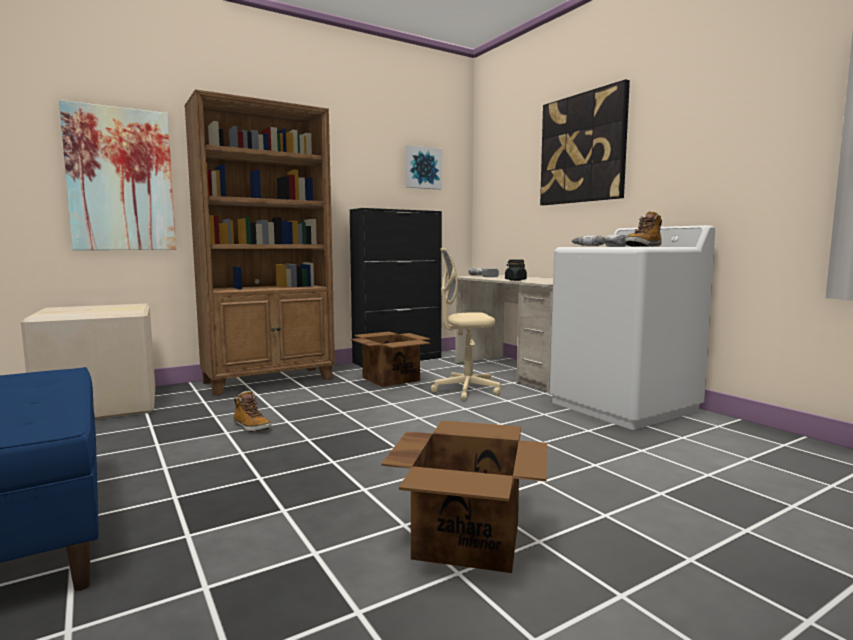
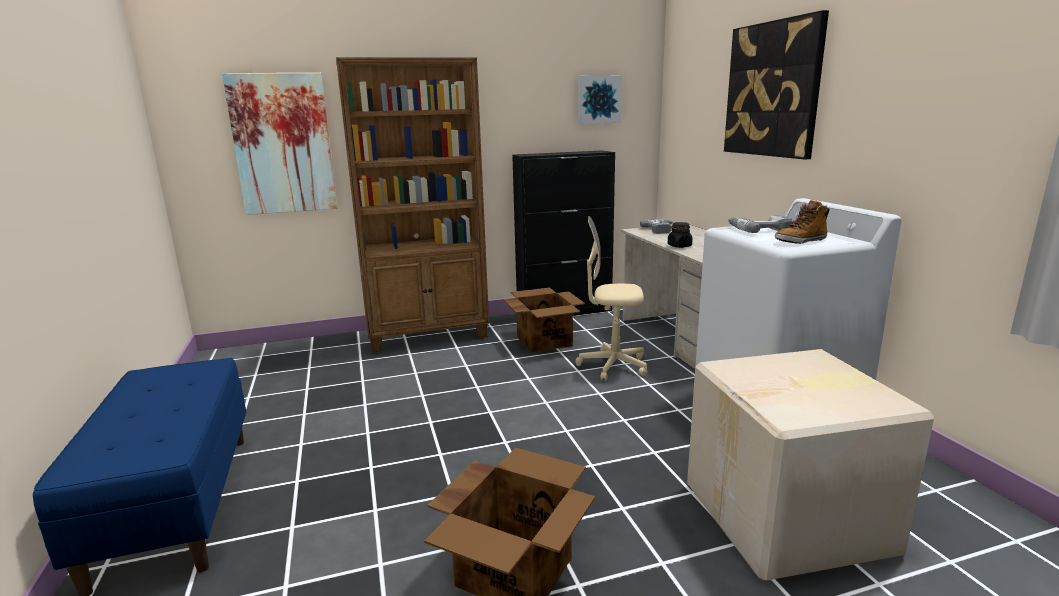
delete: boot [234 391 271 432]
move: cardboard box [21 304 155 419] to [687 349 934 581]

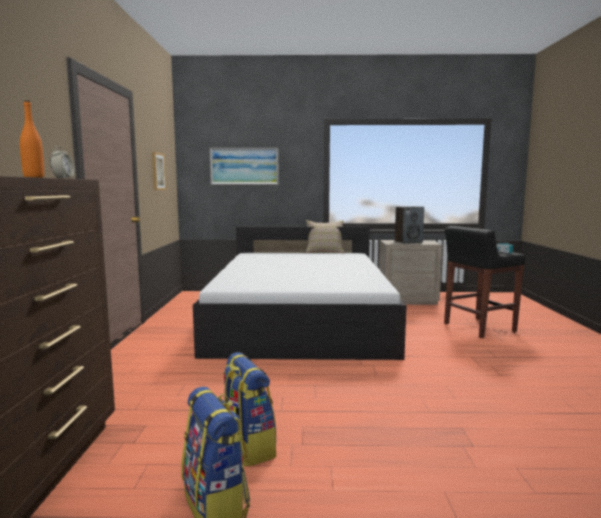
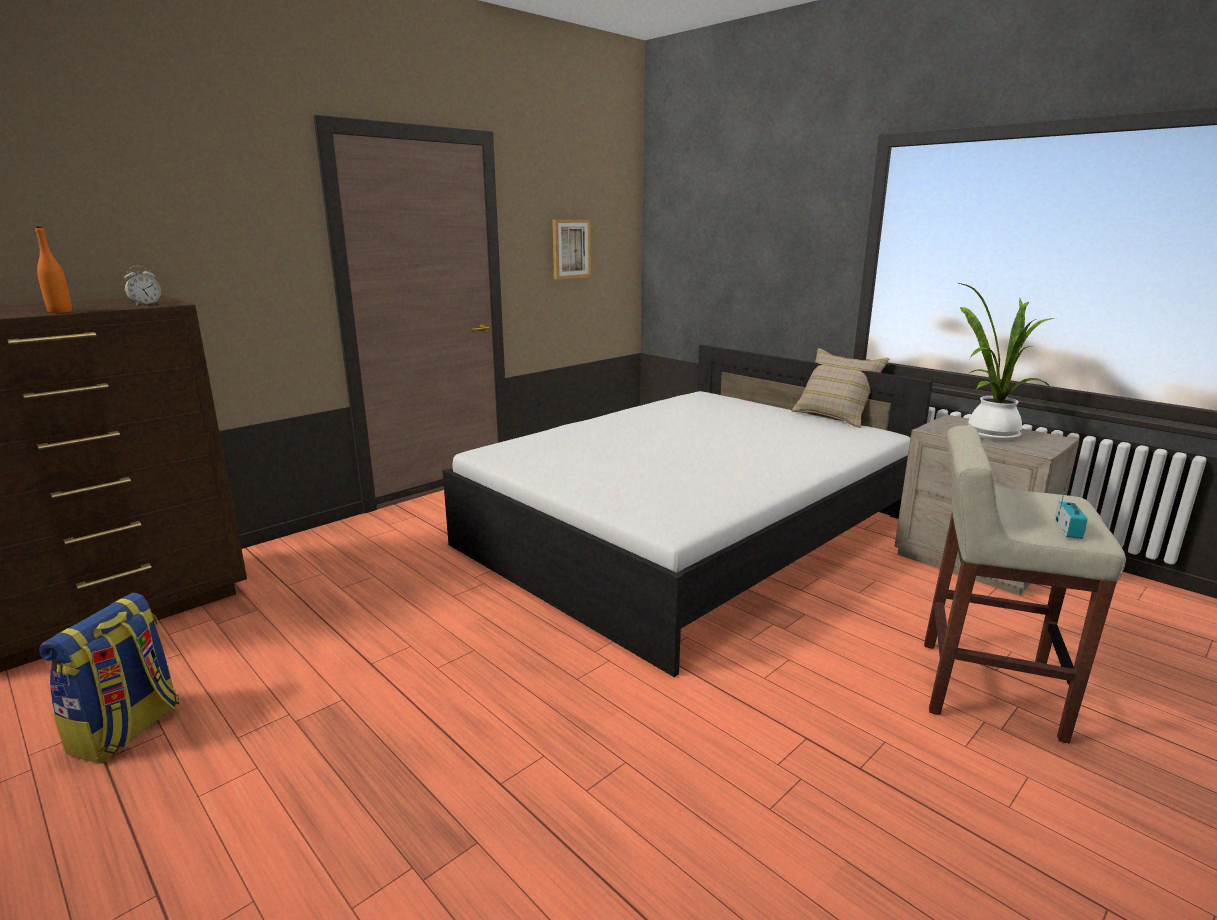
delete: picture [209 148 279 185]; backpack [223 352 276 467]
replace: speaker [395 206 424 244] to potted plant [959 283 1054 441]
recolor: stool/black [444 226 526 338] to stool/beige [924 426 1126 743]

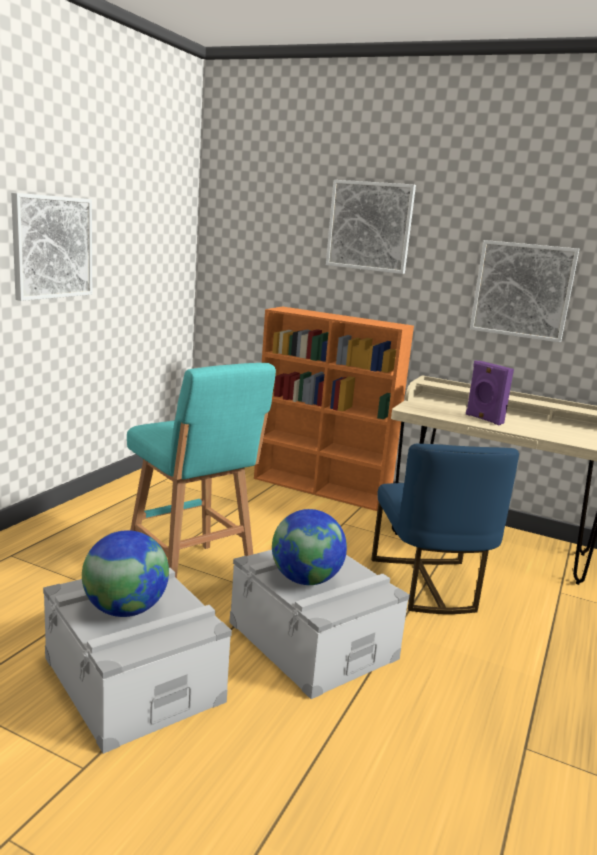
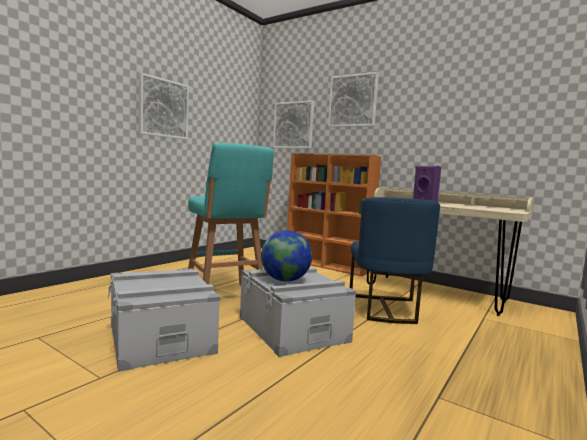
delete: globe [82 530 169 617]
move: picture [470 240 579 342] to [273 100 314 149]

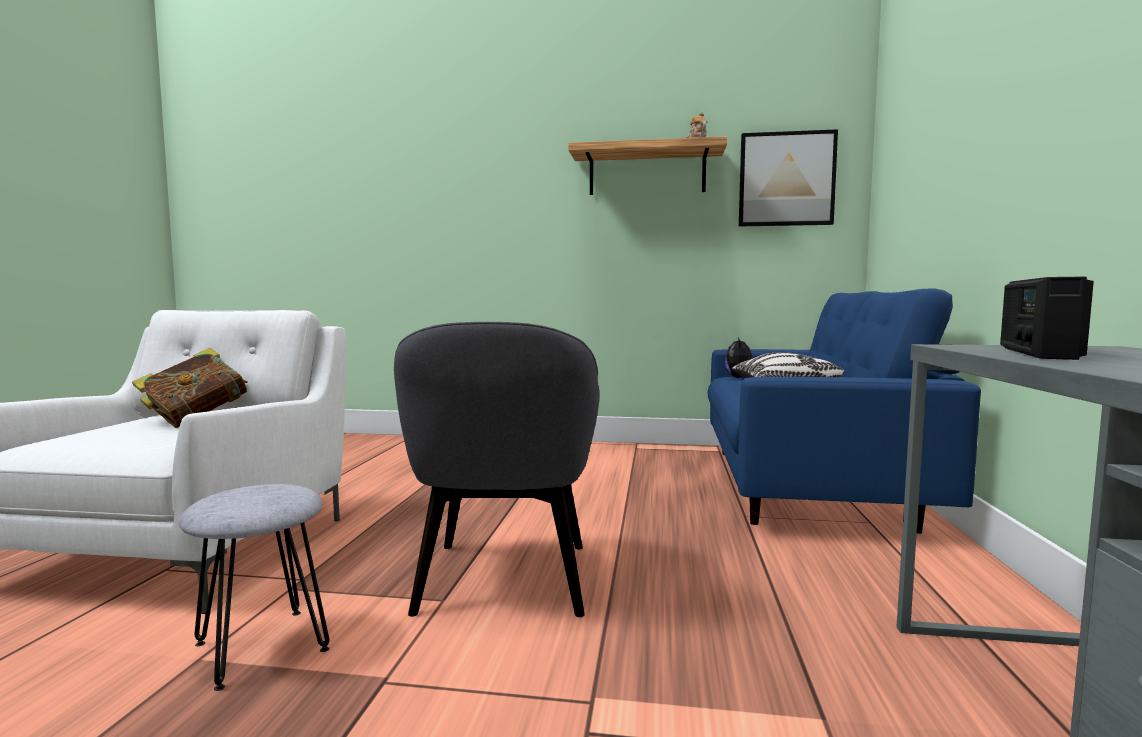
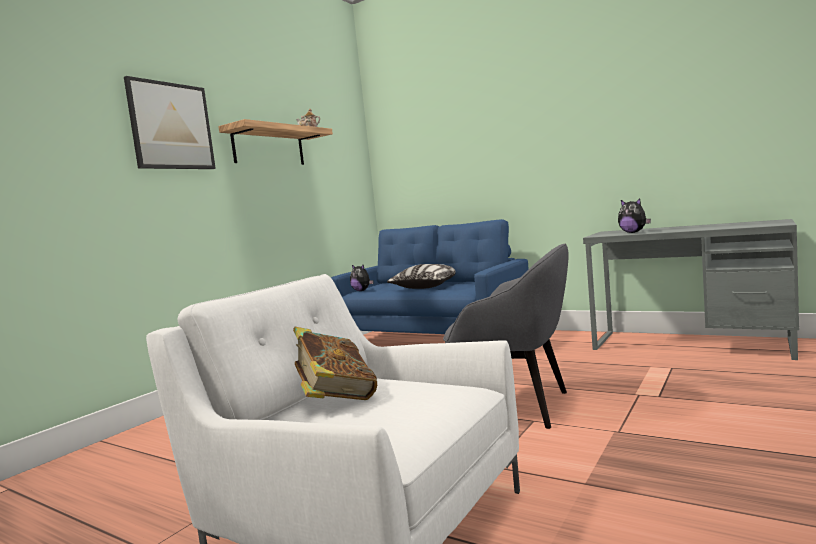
delete: stool/grey [179 484 329 691]
move: picture [739 129 838 227] to [124 76 216 169]
replace: radio [1000 276 1094 360] to plush toy [618 198 651 233]

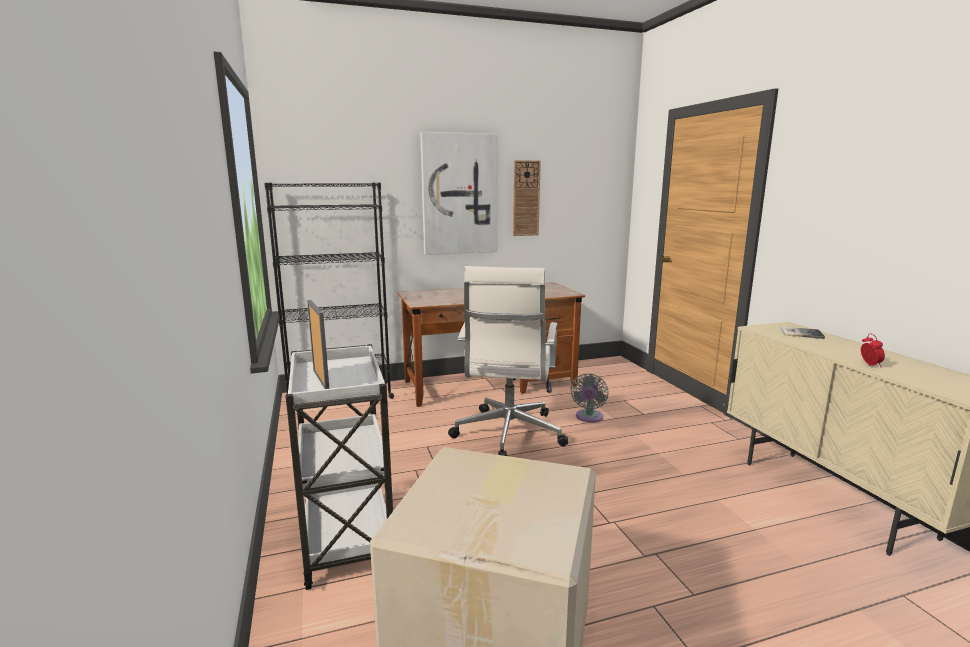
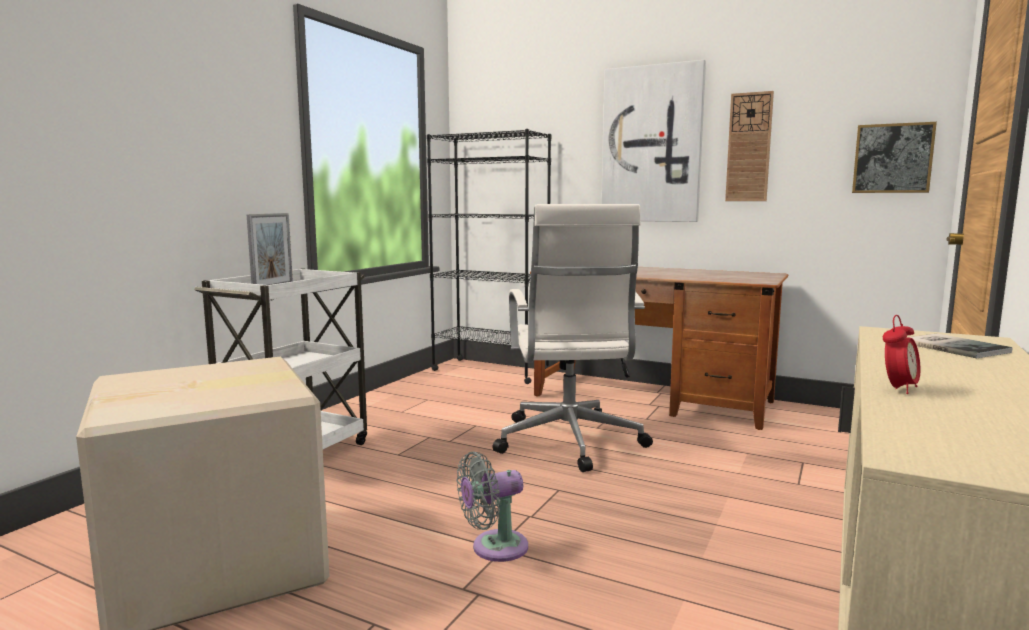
insert: picture [852 122 937 193]
move: fan/grey [571 374 608 423] to [457 451 528 562]
rotate: office chair/white [448 266 568 456] = [493 204 653 472] 60 degrees counterclockwise

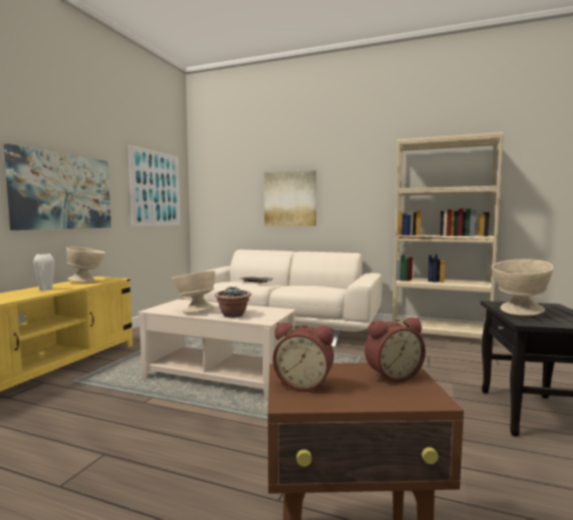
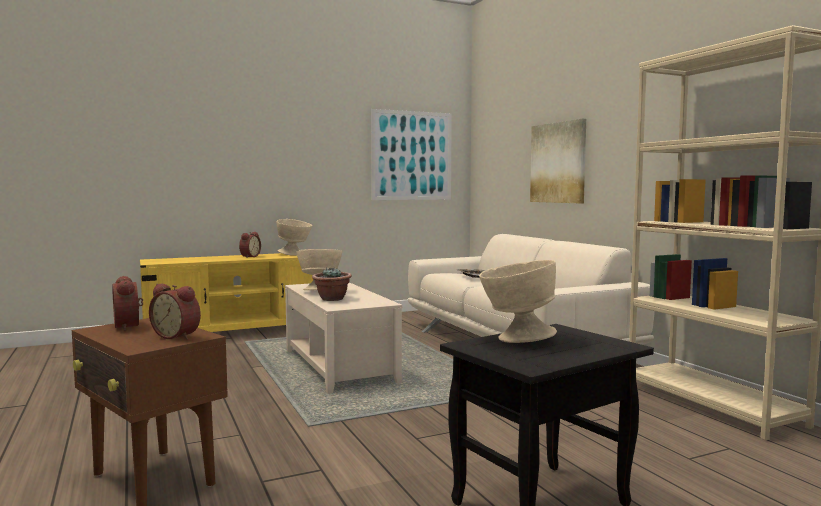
delete: picture [4 144 111 230]
replace: vase/white [33 254 55 291] to alarm clock [239 232 261 258]

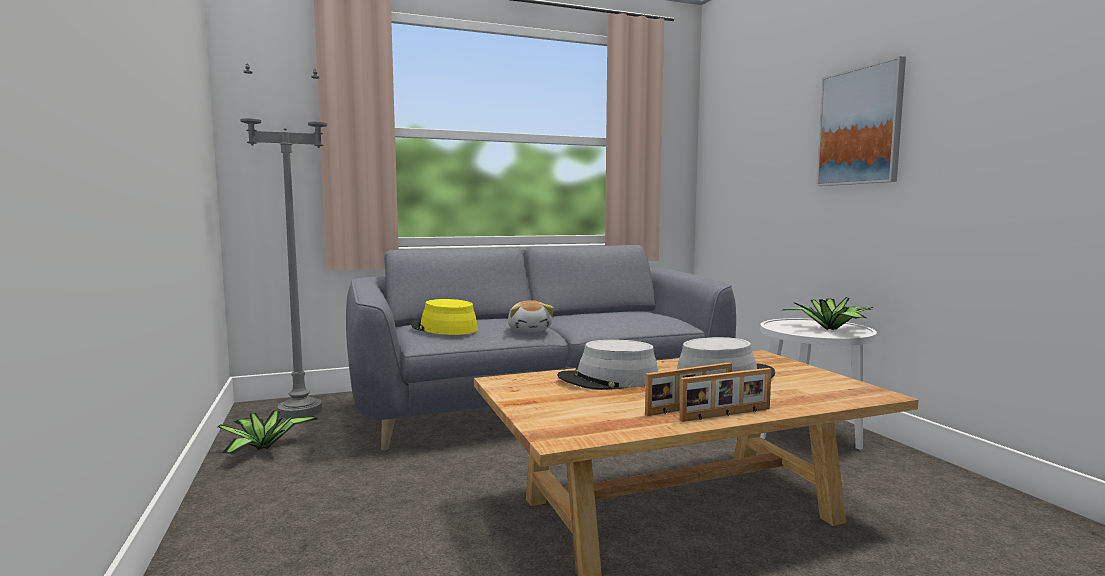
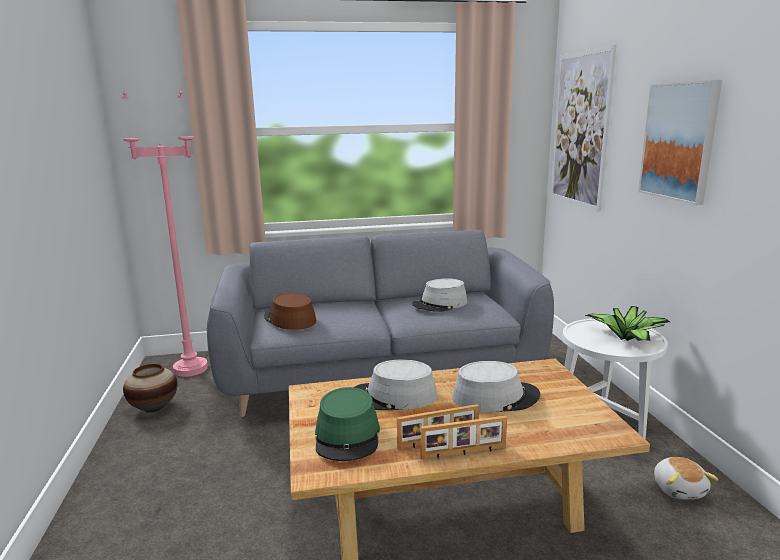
insert: picture [551 45 617 212]; hat/grey [412 278 467 312]; hat/green [315 387 380 461]
move: plush toy [508 300 554 332] to [654 457 718 499]
replace: potted plant [218 410 318 455] to vase [123 364 178 412]
recolor: floor lamp/grey [240 64 327 418] to floor lamp/pink [122 89 208 377]; hat/yellow [411 299 478 335] to hat/brown [264 293 316 330]

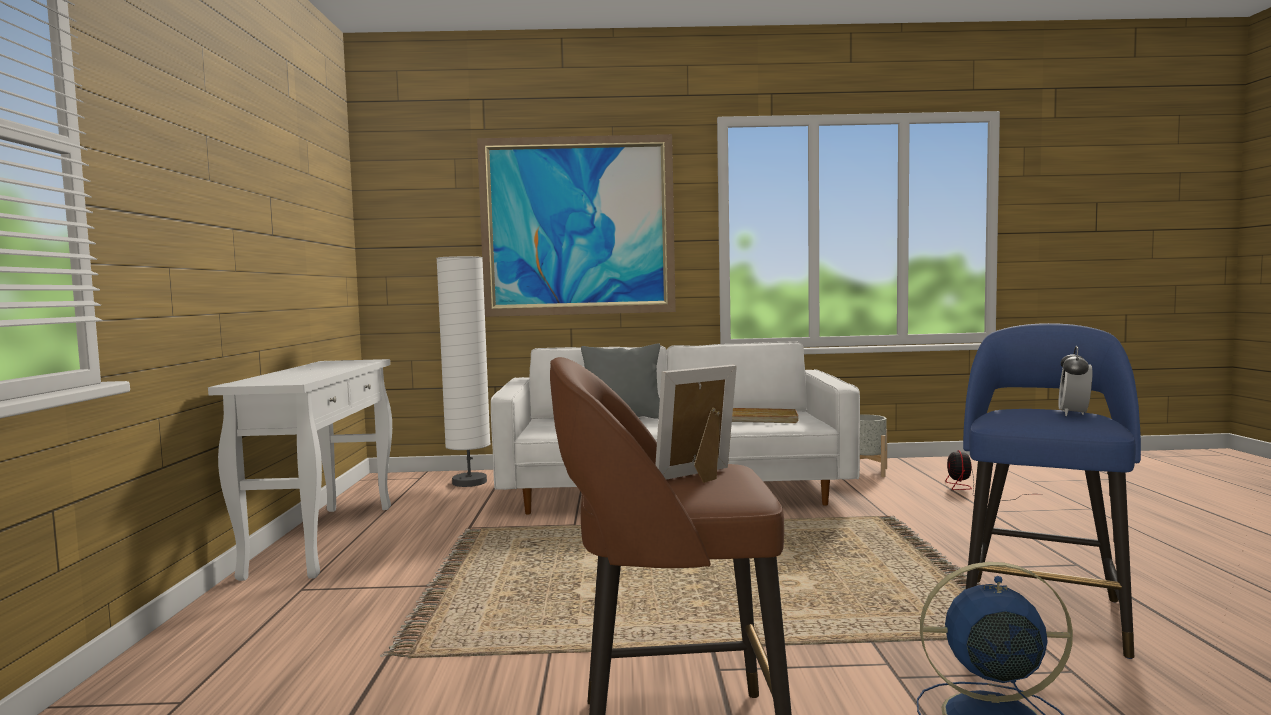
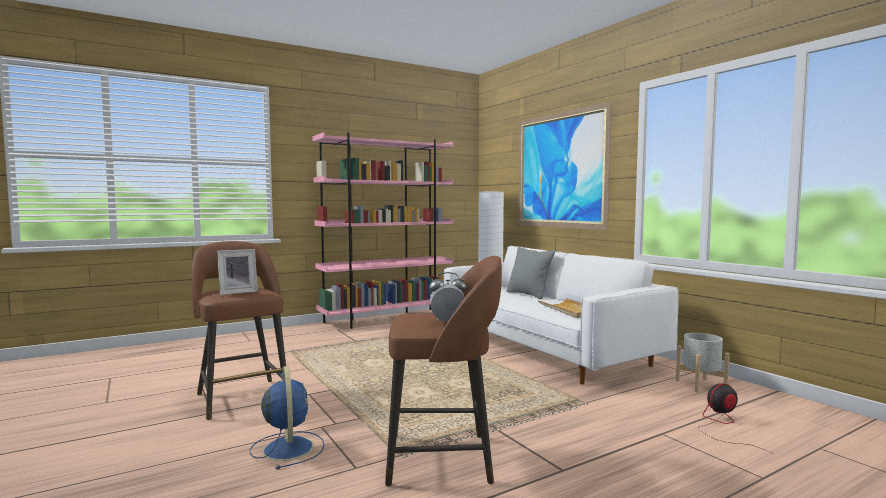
replace: console table/white [208 359 392 581] to bookcase/pink [312 132 453 329]
recolor: stool/blue [963 323 1141 659] to stool/brown [385 256 502 486]
rotate: picture frame [655 365 737 483] = [217 249 258 295] 120 degrees clockwise

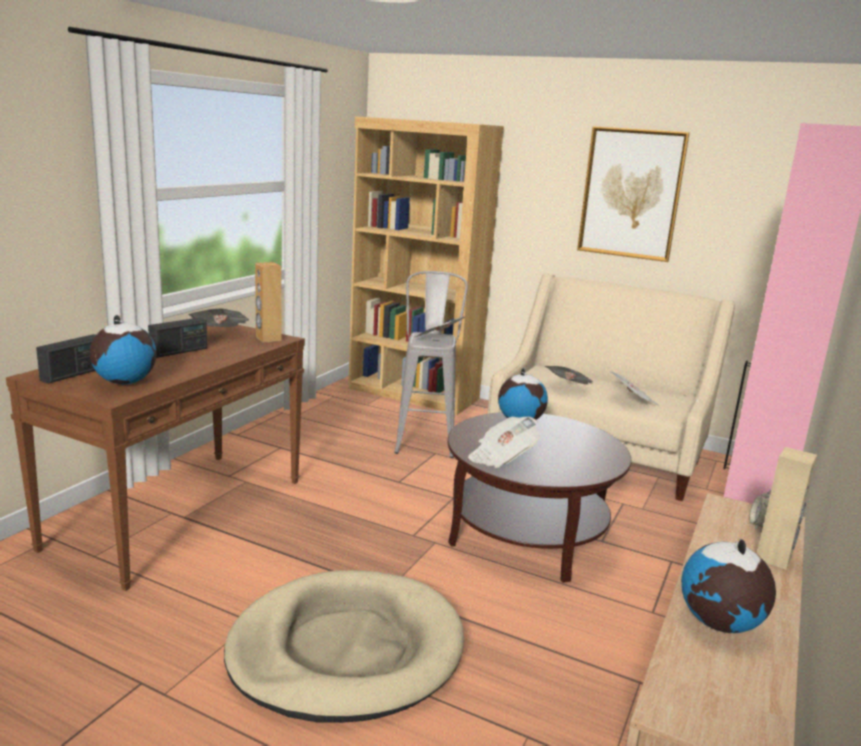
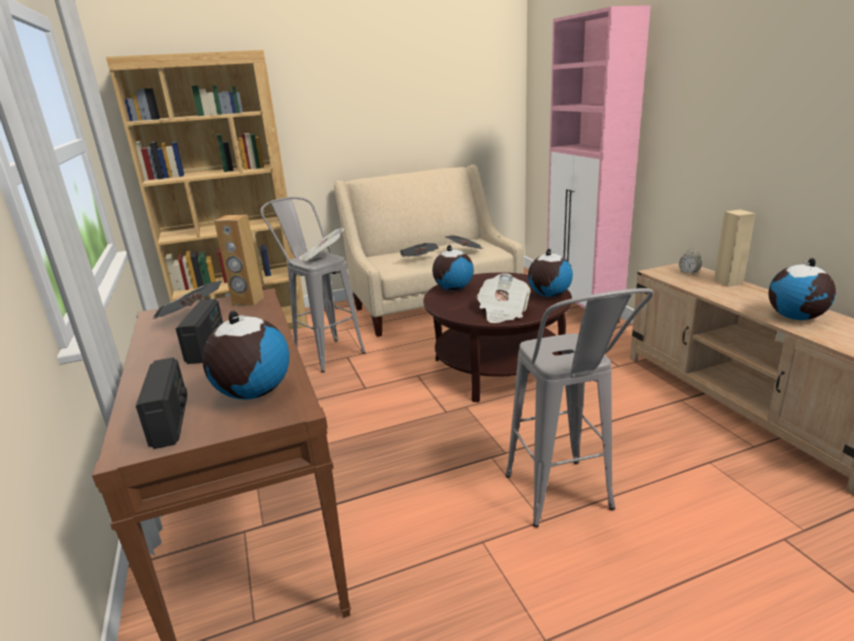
delete: picture [577 126 690 262]
insert: globe [528 249 573 297]
replace: dog bed/beige [224 570 464 723] to stool/grey [505 288 653 527]

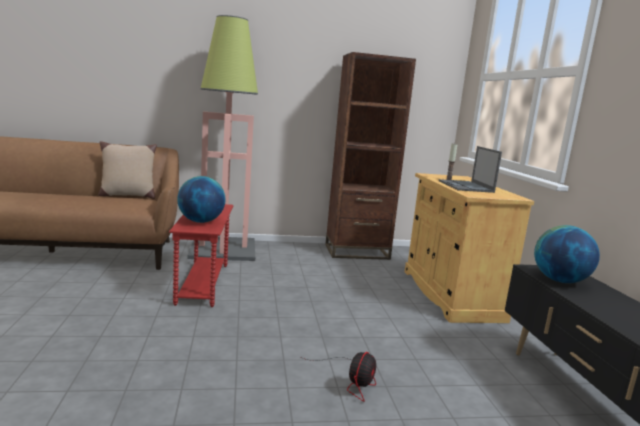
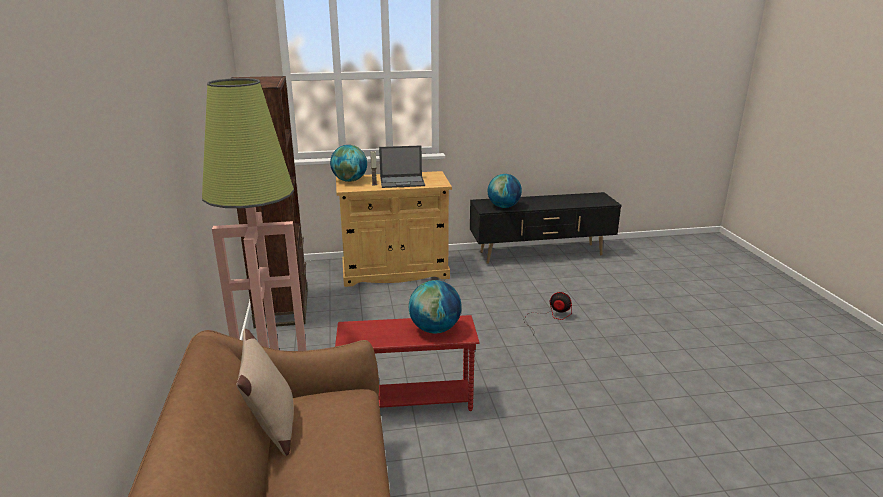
insert: globe [330 145 367 182]

